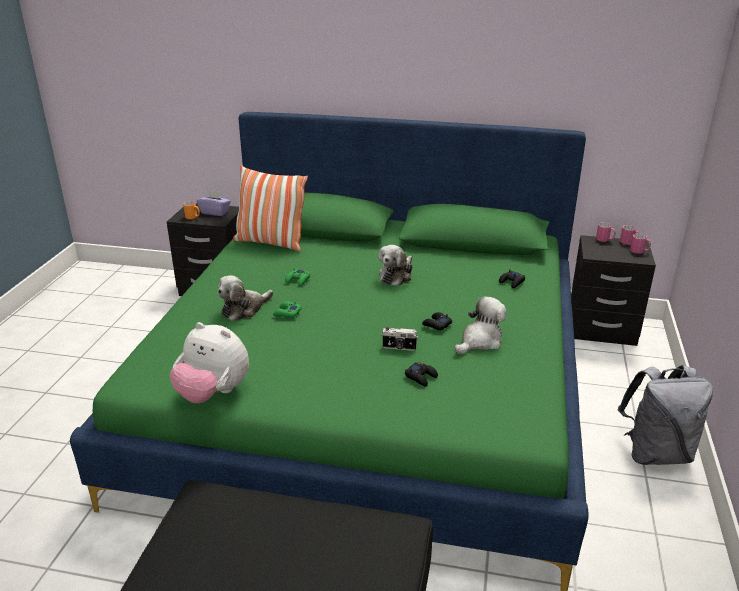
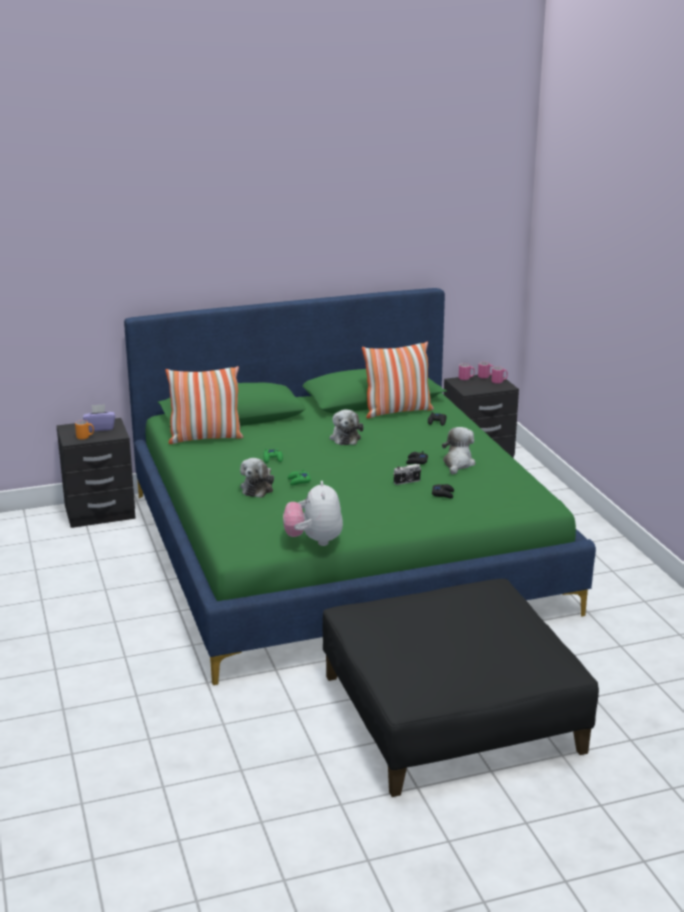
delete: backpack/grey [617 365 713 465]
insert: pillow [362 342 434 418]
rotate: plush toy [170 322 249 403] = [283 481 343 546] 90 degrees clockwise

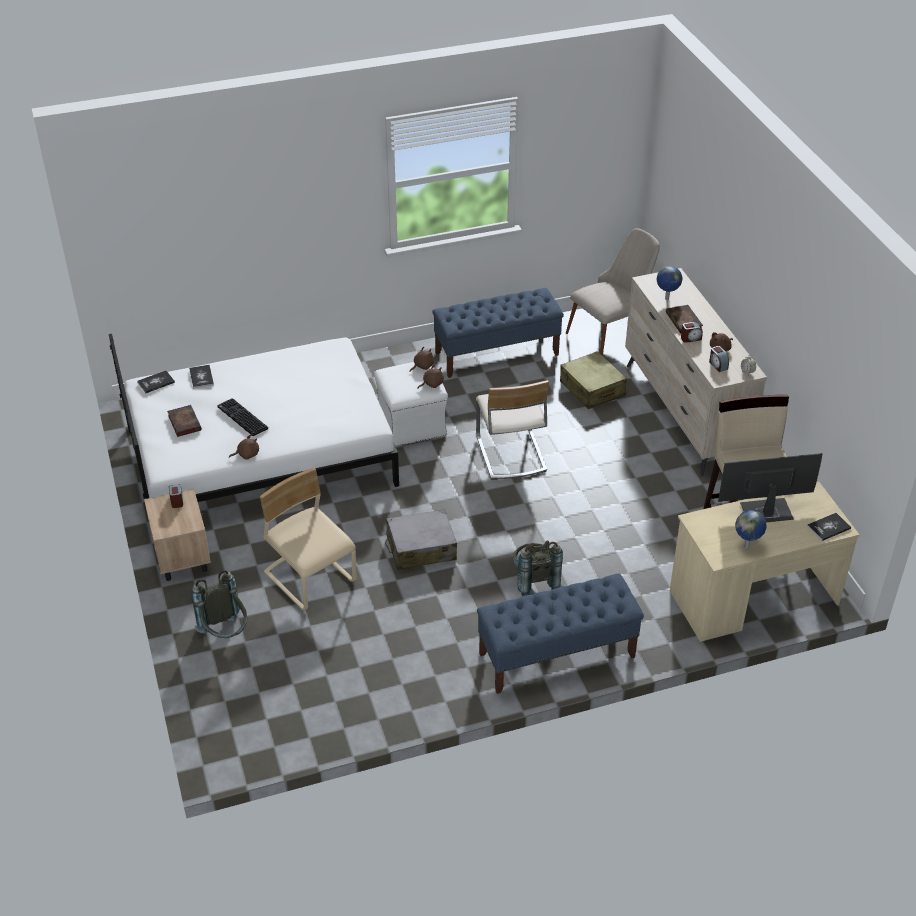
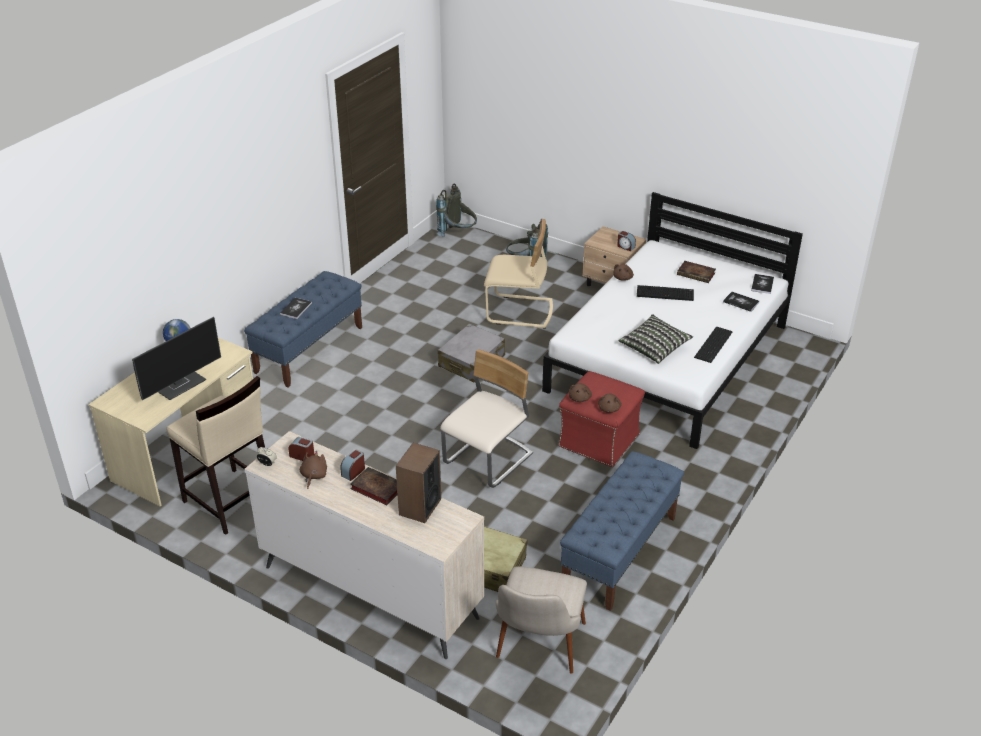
insert: pillow [619 314 693 364]; keyboard [694 327 732 363]
move: book [807 513 851 541] to [280 298 312 319]; backpack/grey [513 540 563 597] to [436 183 477 237]
replace: globe [657 266 682 300] to speaker [396 443 441 523]
recolor: ottoman/white [374 362 448 447] to ottoman/red [558 371 645 467]
rotate: chair/beige [476 380 549 480] = [440 349 533 488] 90 degrees clockwise

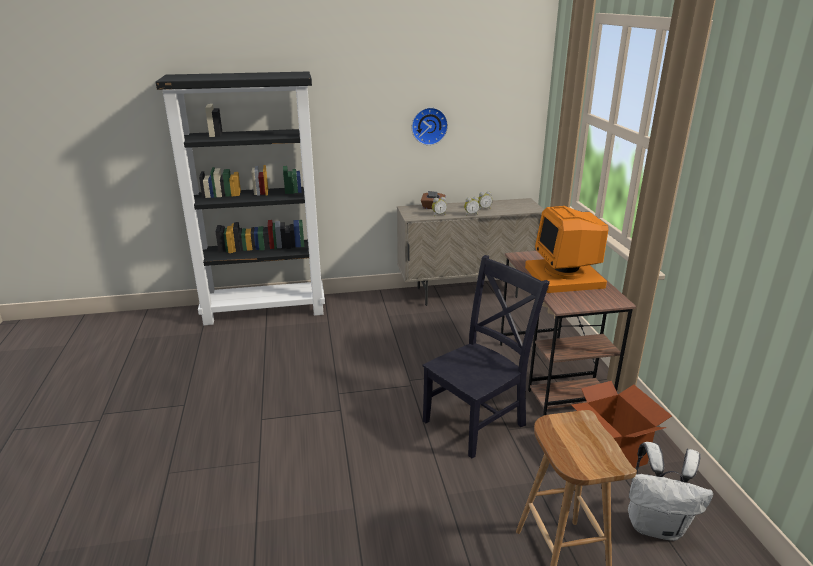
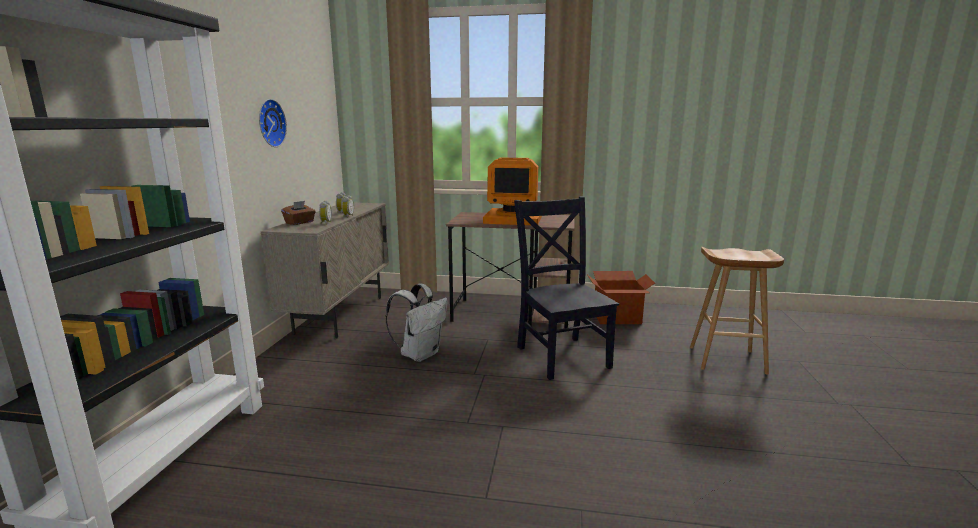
move: backpack/white [628 442 713 541] to [385 284 447 362]

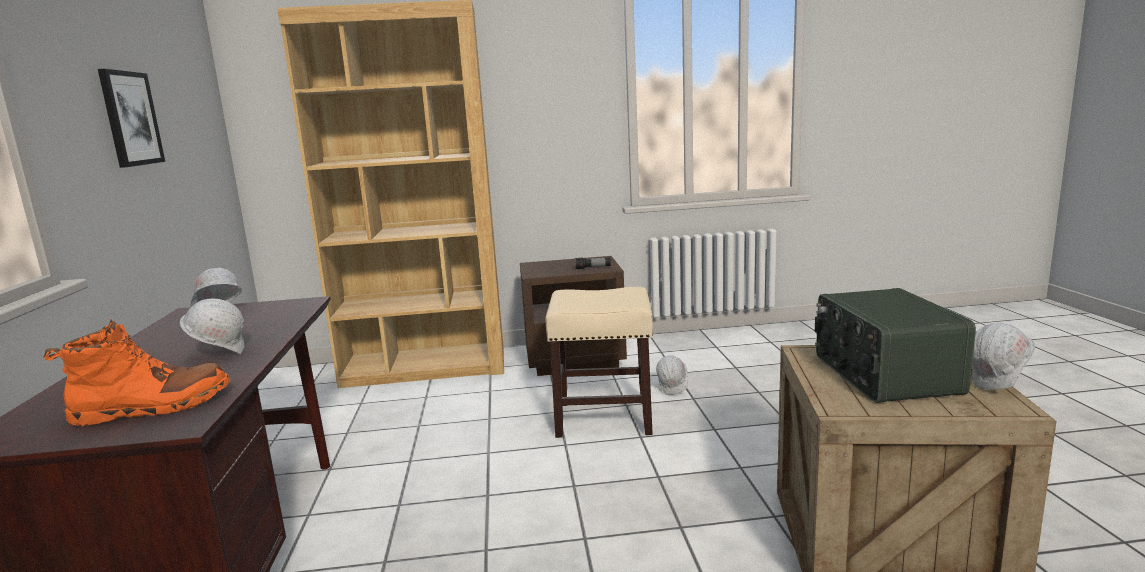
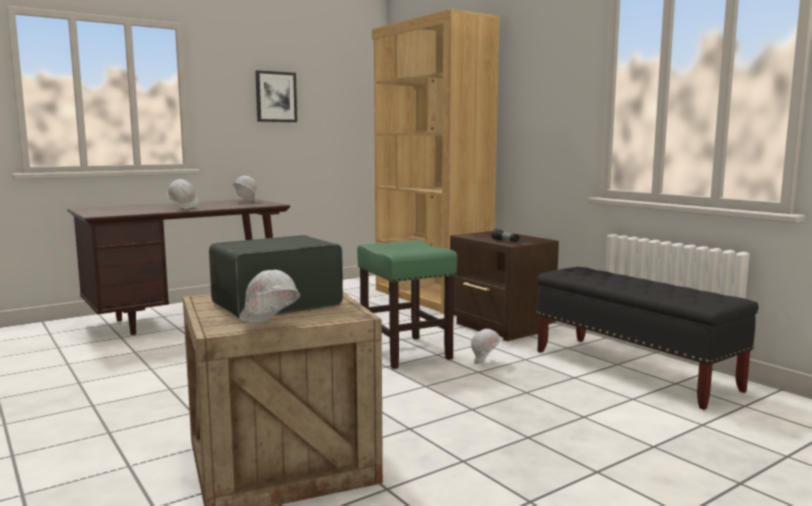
delete: boot/orange [43 320 231 428]
insert: bench/black [536 267 759 410]
recolor: stool/beige [545 287 653 438] to stool/green [357 240 457 369]

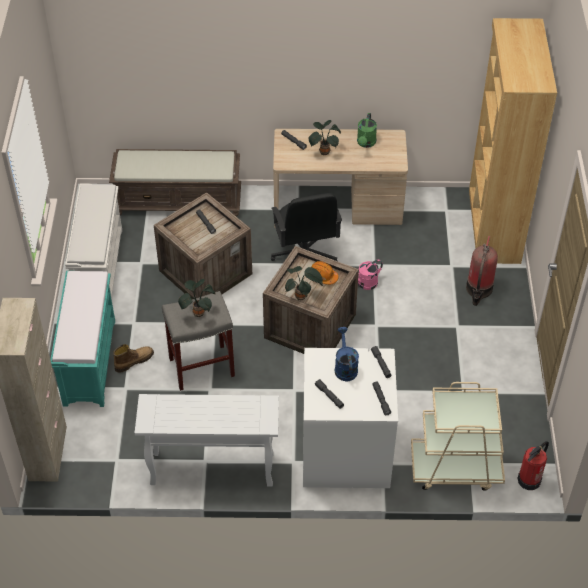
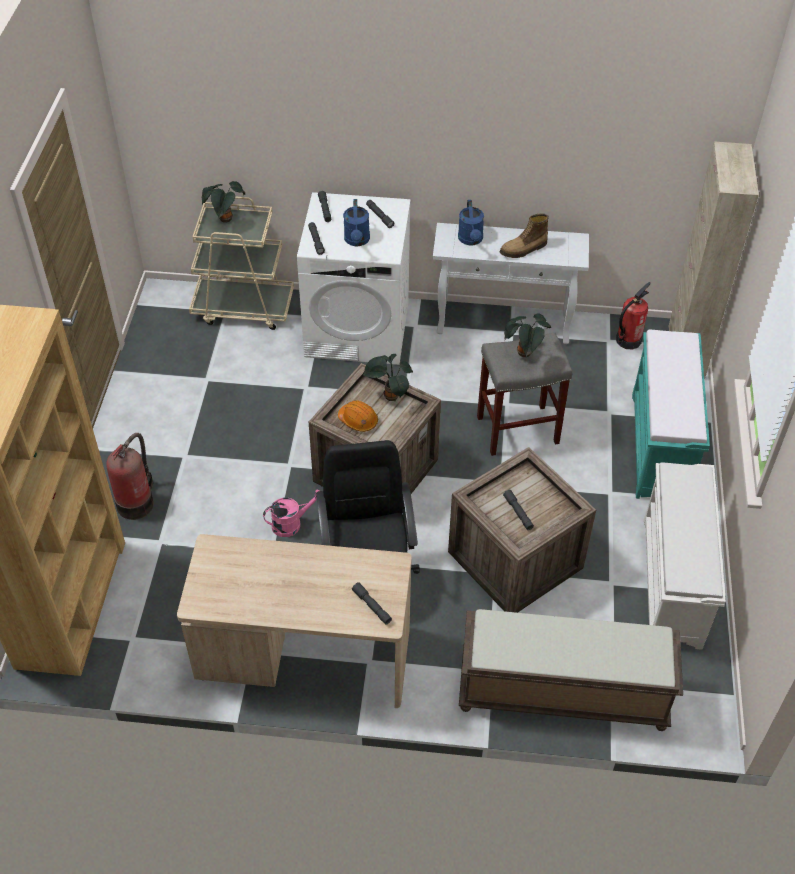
delete: watering can/green [357 113 377 148]
insert: watering can/blue [458 200 484 246]
move: potted plant [309 120 341 155] to [202 181 246 223]; boot [113 344 154 373] to [500 213 549 258]; fire extinguisher [518 441 549 490] to [616 282 651 349]

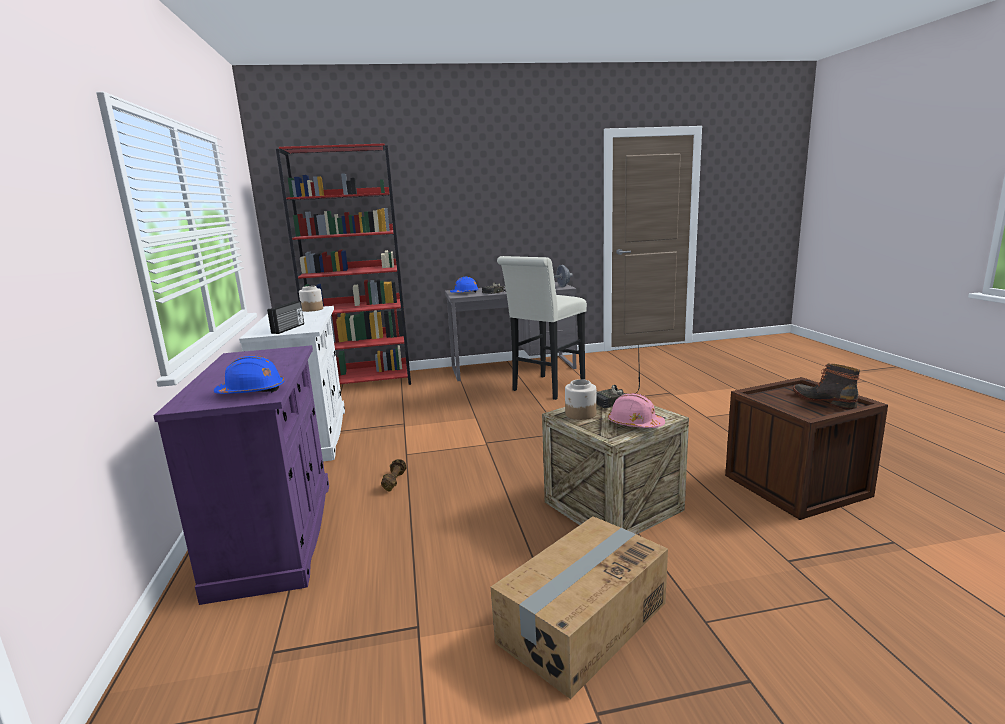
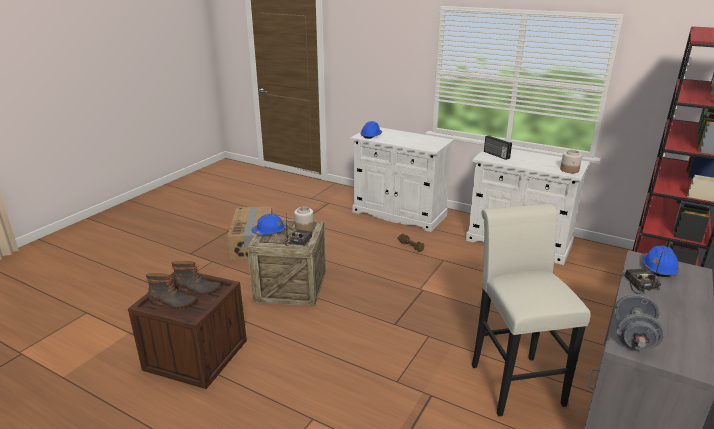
insert: boot [172 261 221 295]
recolor: cabinet/purple [154 345 329 605] to cabinet/white [351 127 454 232]; hard hat/pink [608 393 665 428] to hard hat/blue [252 214 285 234]

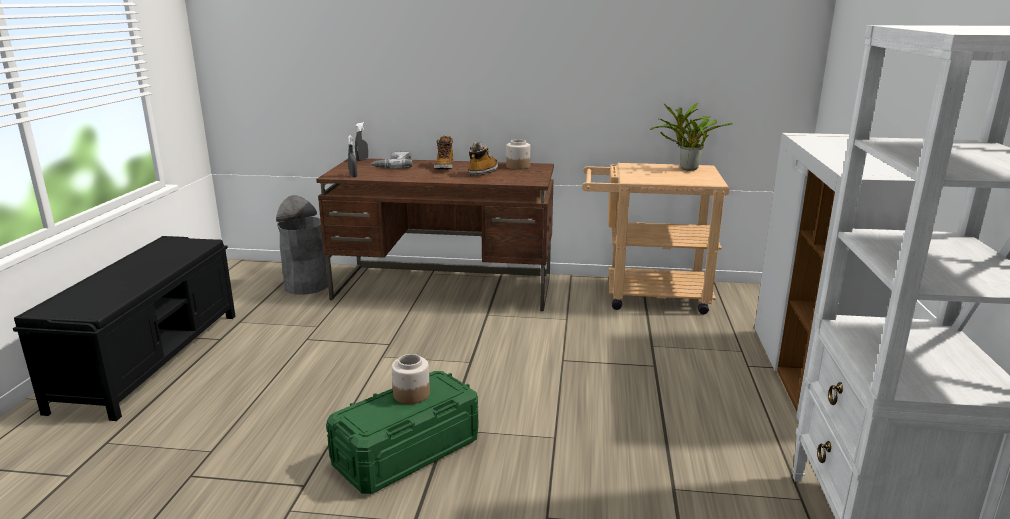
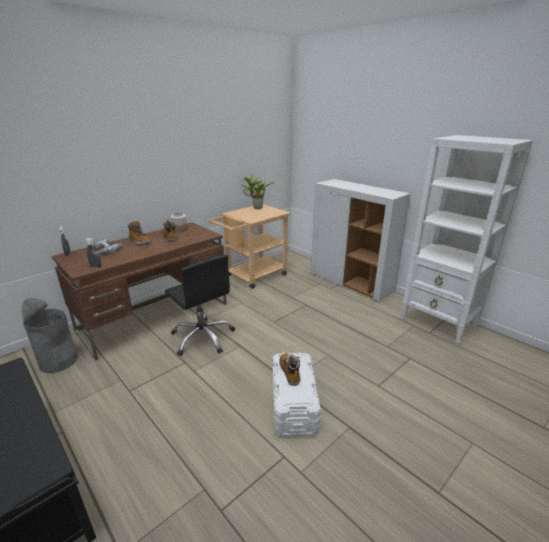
insert: office chair/black [165 255 235 356]
replace: jar [392 354 430 404] to boot [279 353 300 386]
recolor: storage box/green [326 371 478 494] to storage box/white [273 352 321 437]

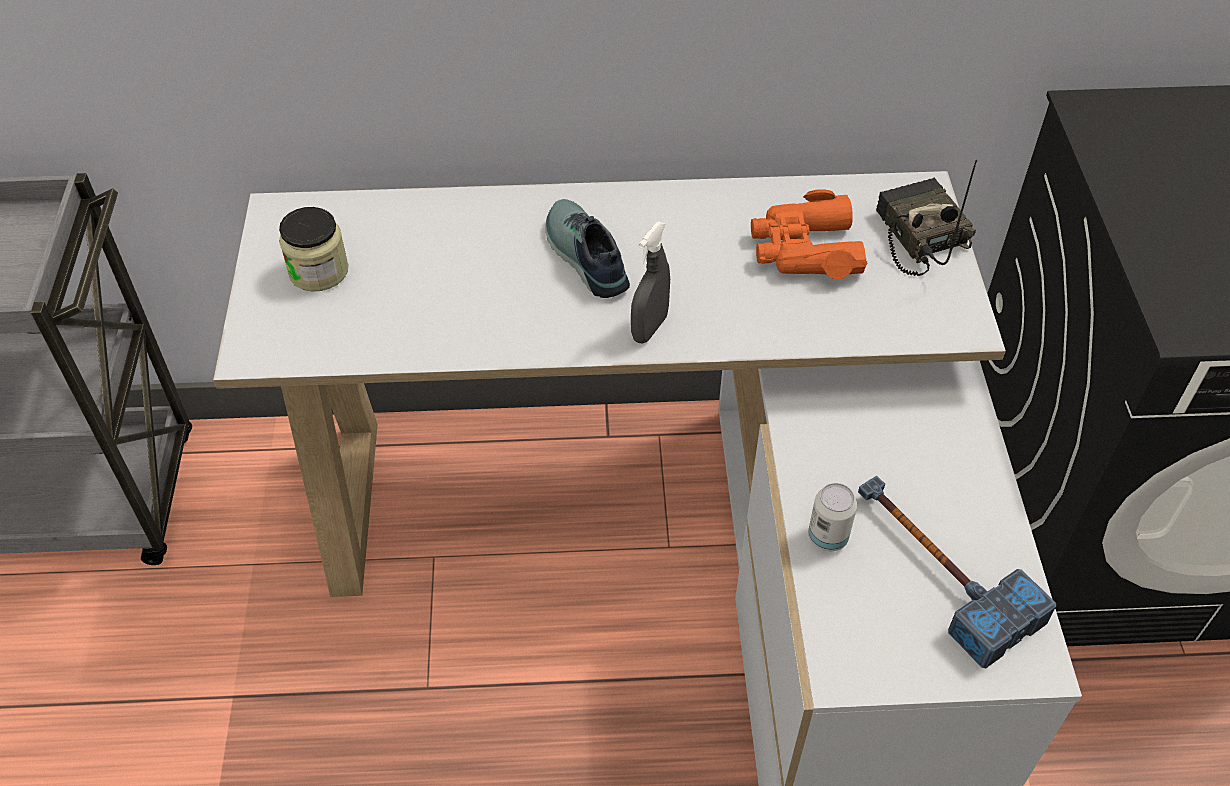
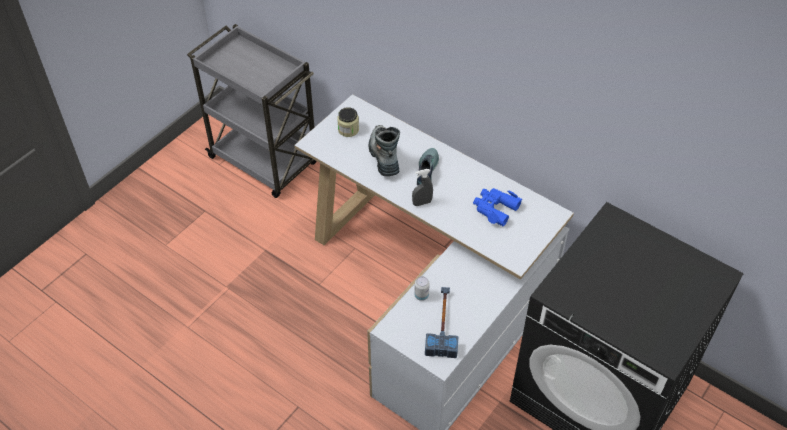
delete: radio [876 160 977 276]
insert: boot [368 125 400 176]
recolor: binoculars/orange [751 189 867 279] to binoculars/blue [473 188 522 226]

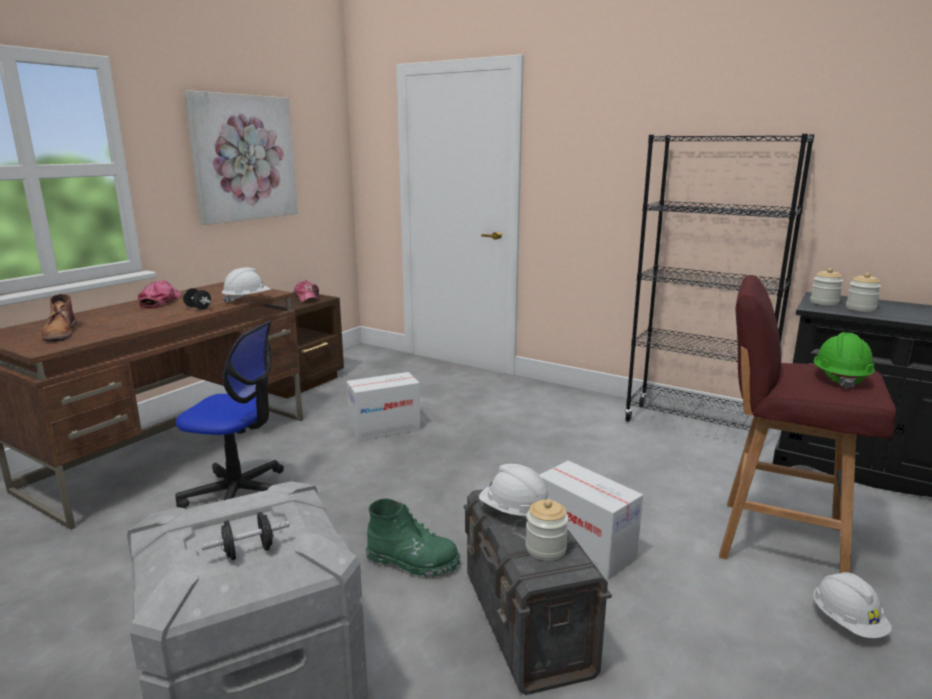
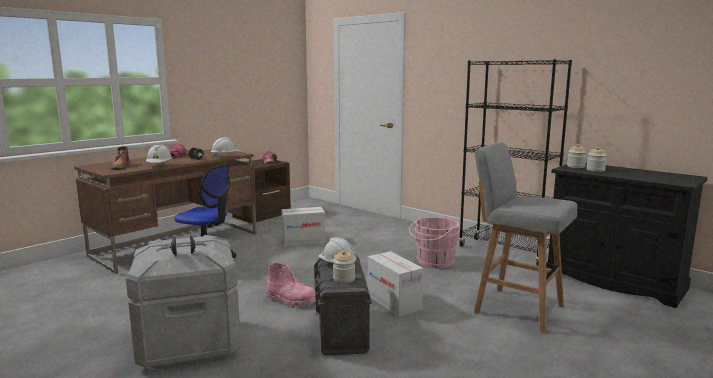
delete: picture [184 90 298 225]; hard hat/green [813 332 875 389]
insert: bucket/pink [409 216 459 268]
move: hard hat/white [813 572 892 638] to [146 145 172 163]
recolor: stool/red [719 275 896 573] to stool/grey [474 142 577 333]; boot/green [366 499 460 579] to boot/pink [266 263 316 308]

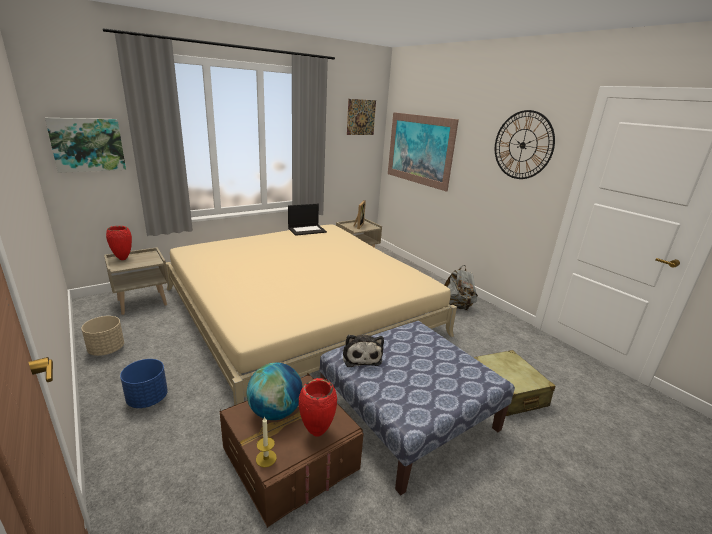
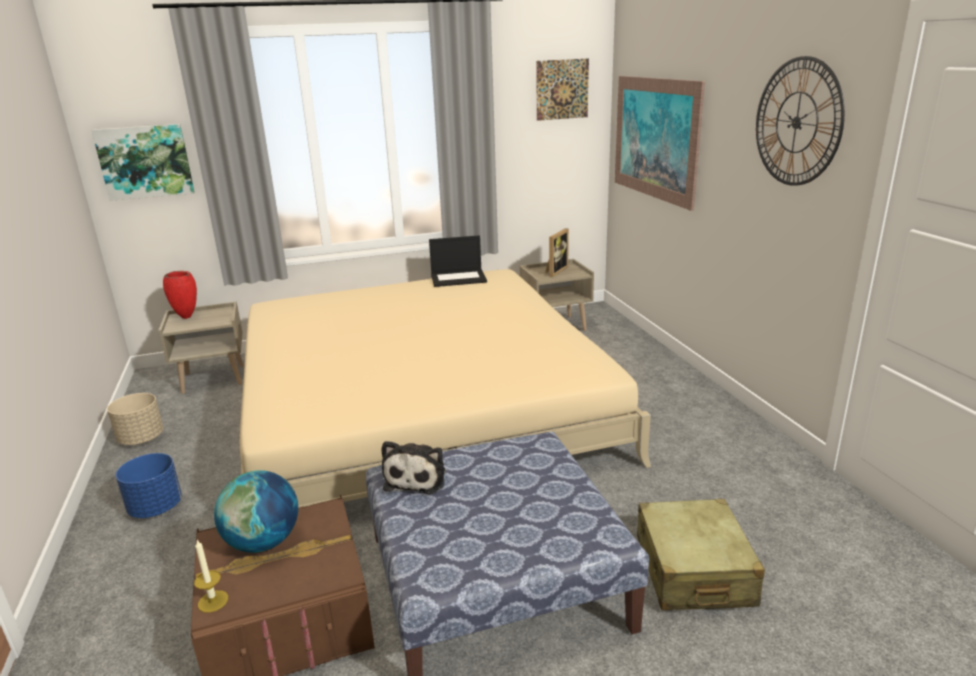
delete: backpack/grey [444 265 478 311]; vase/red [299 378 337 437]

